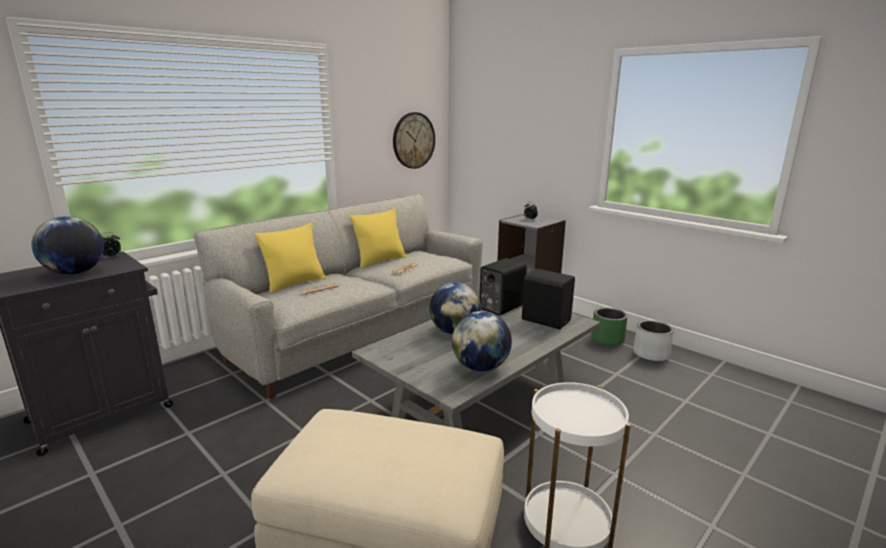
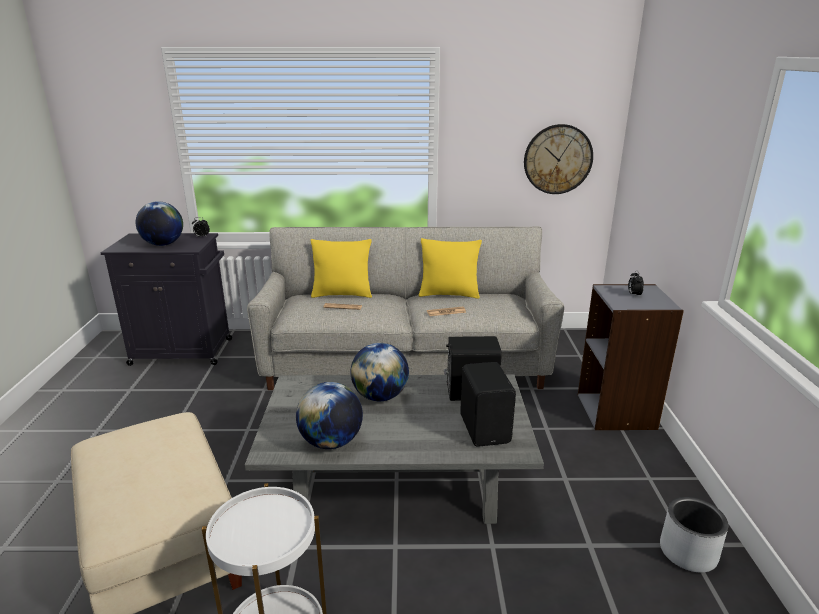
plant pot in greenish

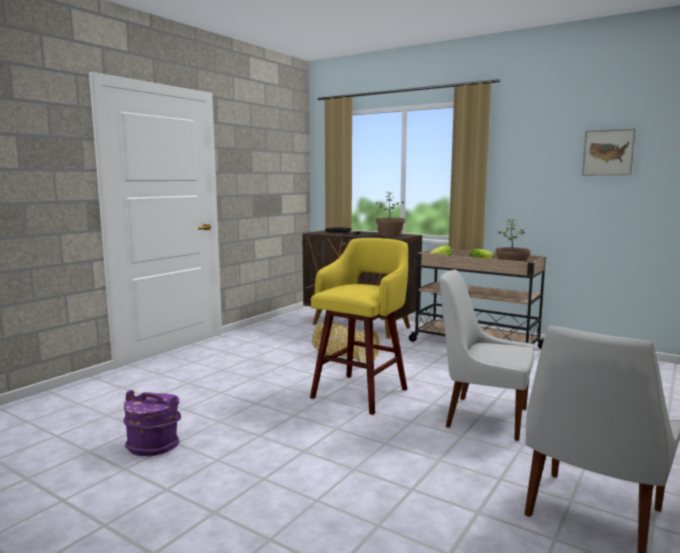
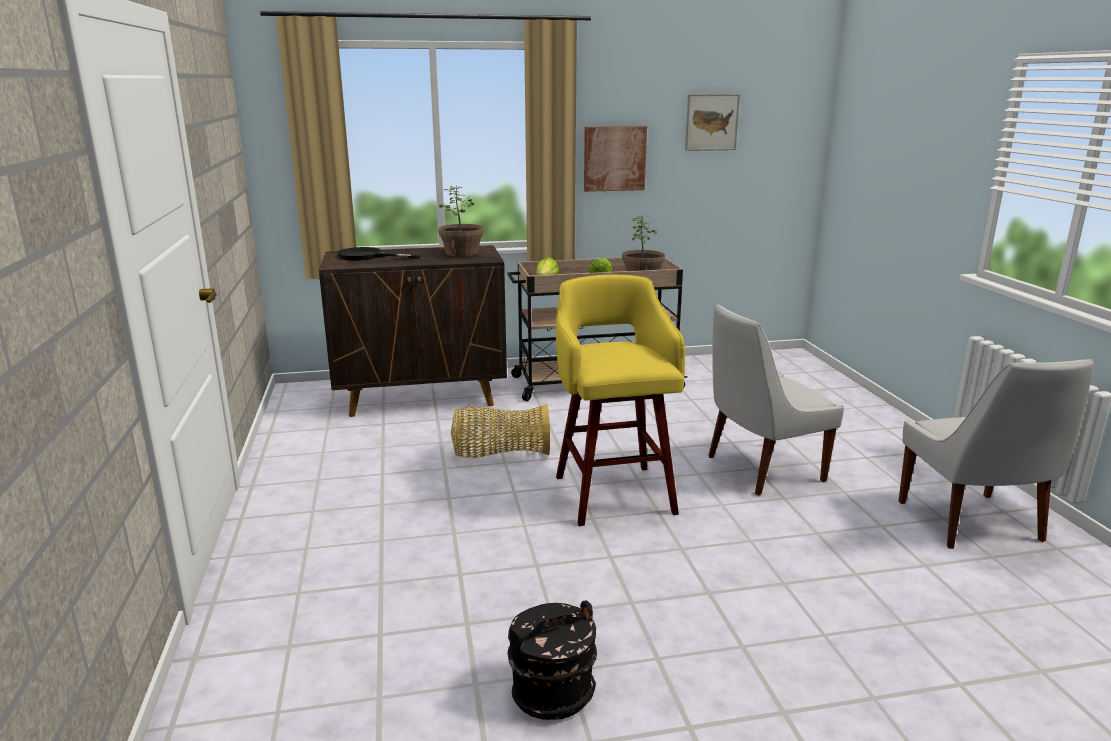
wall picture (1st from left)
bucket in blackish

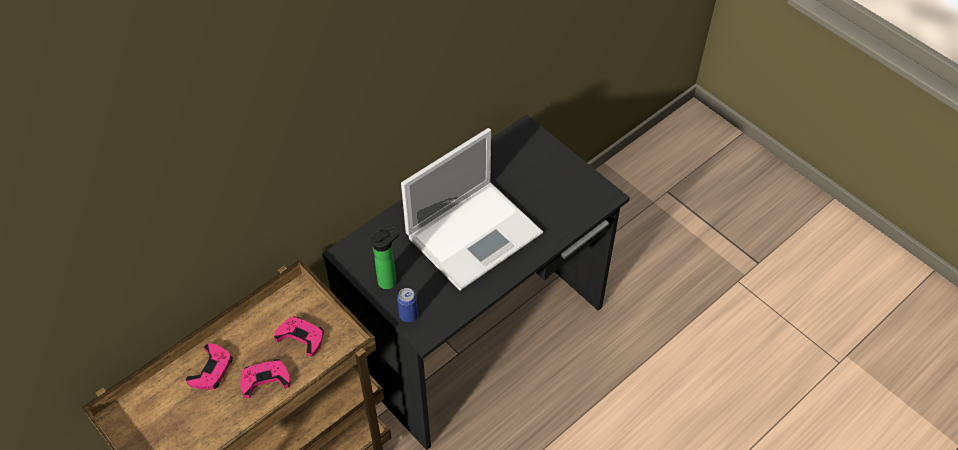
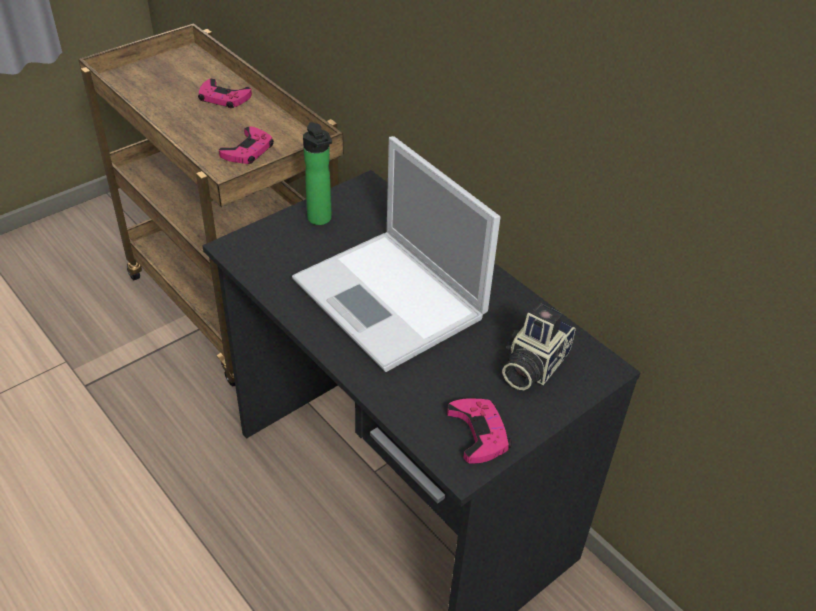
metal can
photo camera
joypad in pink-coloured (3rd from left)

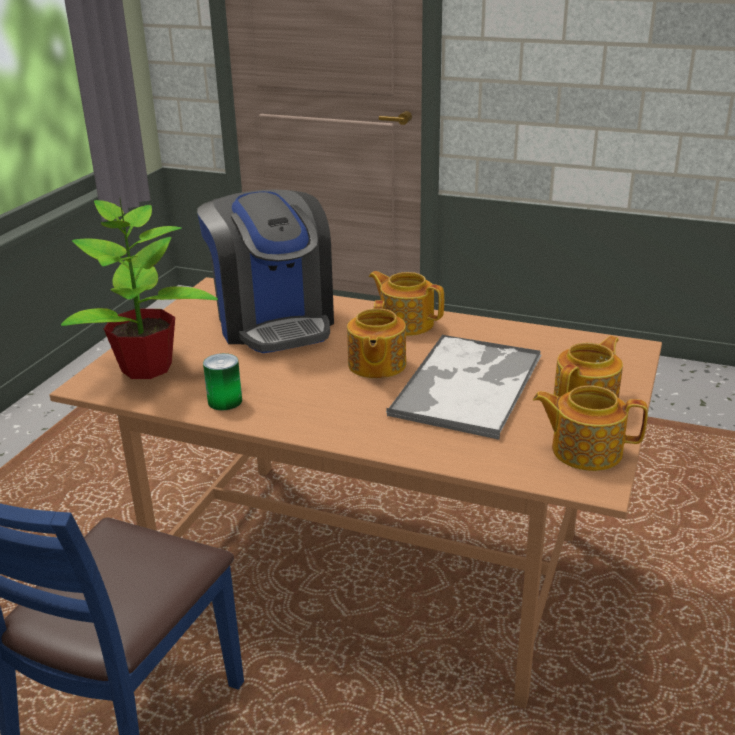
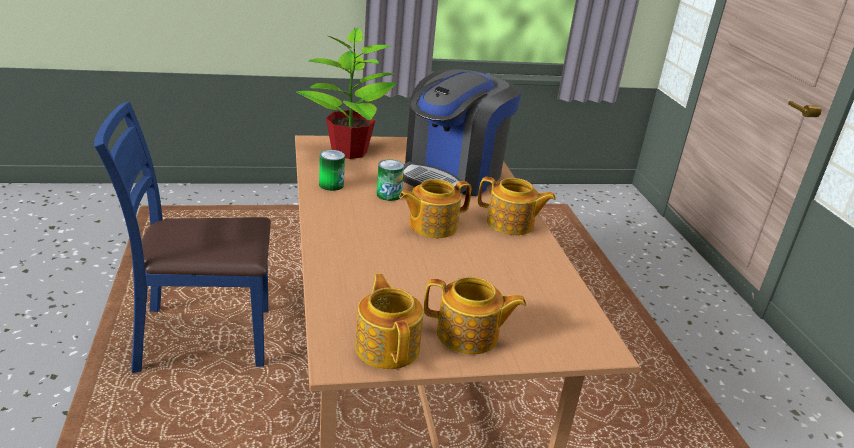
tray
metal can (2nd from left)
pot for tea (4th from left)

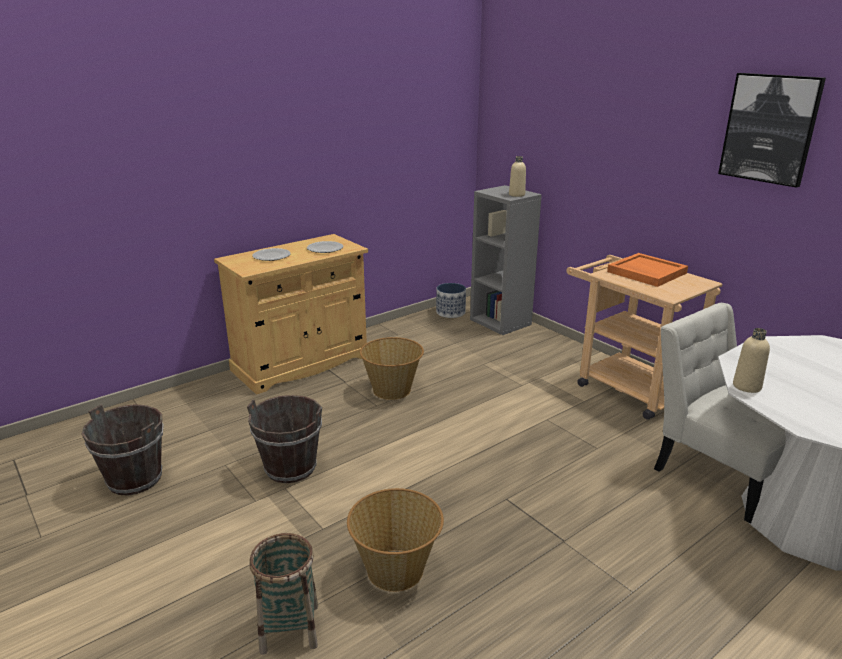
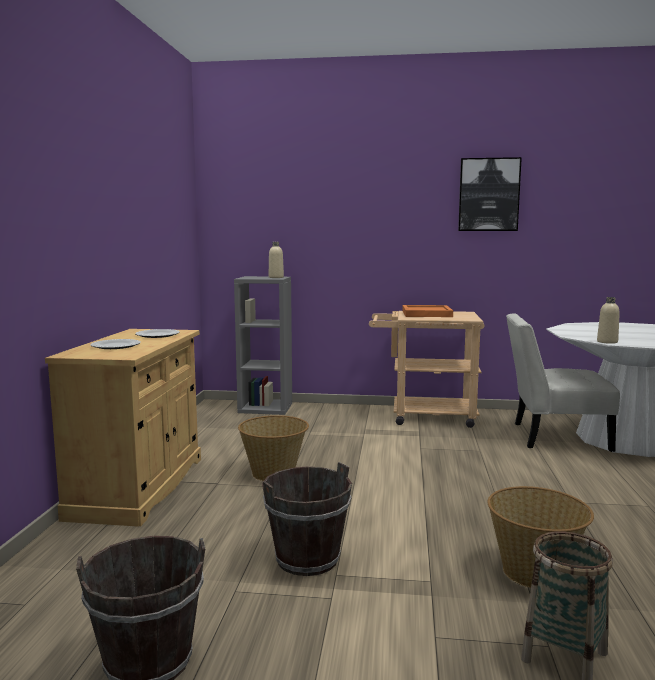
plant pot

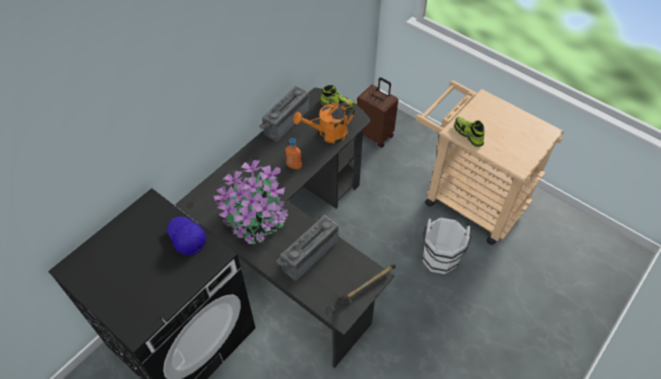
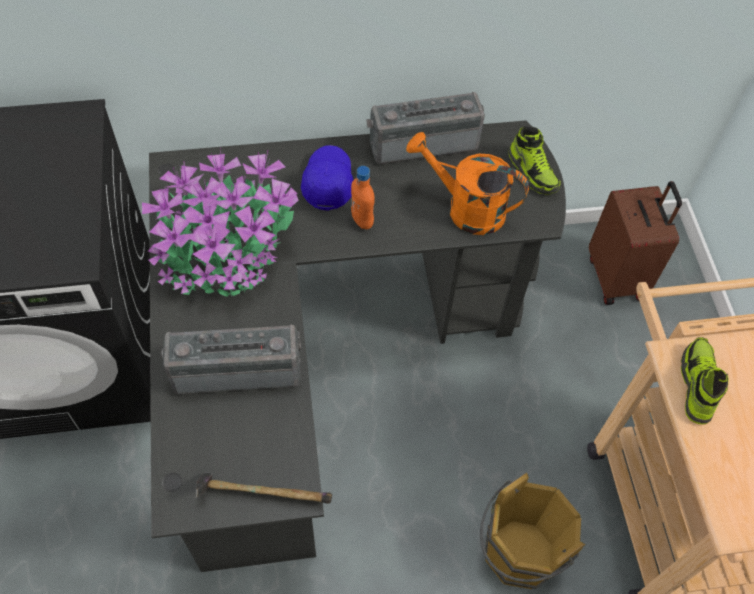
baseball cap in blue-coloured
bucket in brown

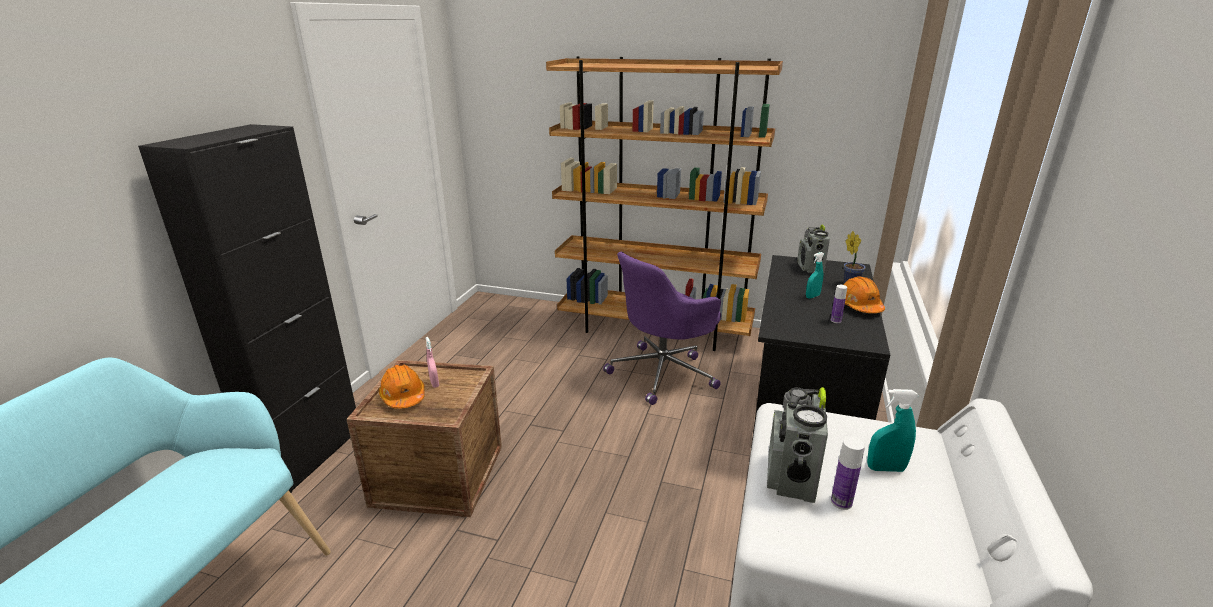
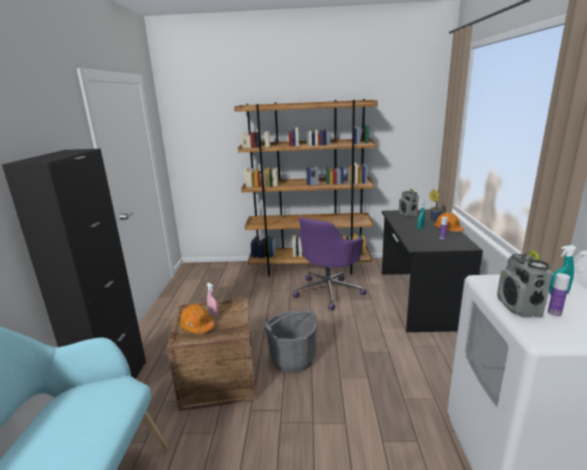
bucket in greyish

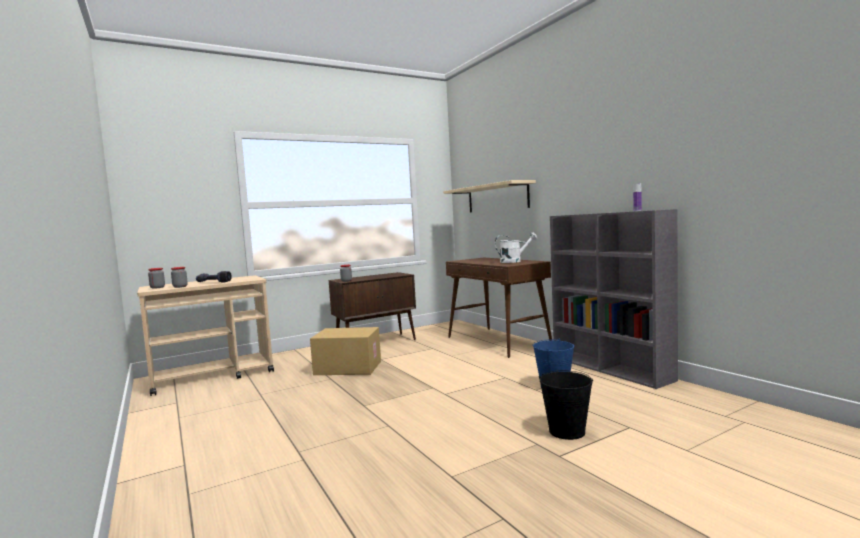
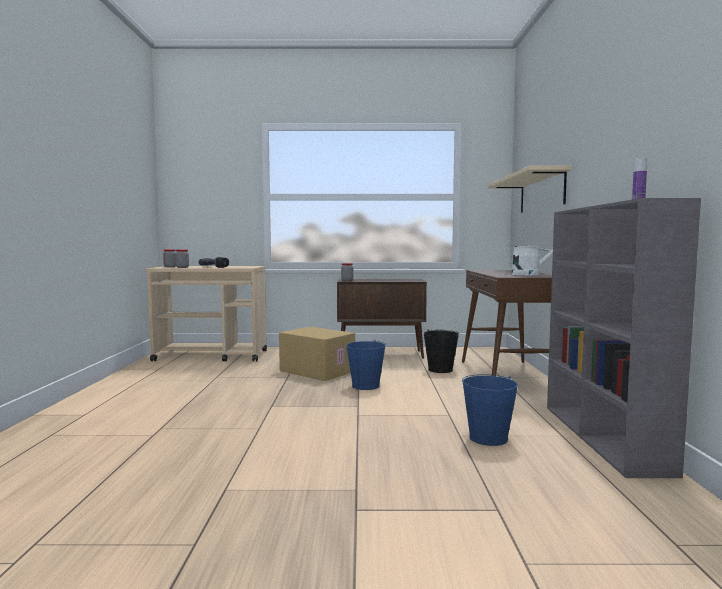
bucket in blue-coloured (1st from left)
bucket in blackish

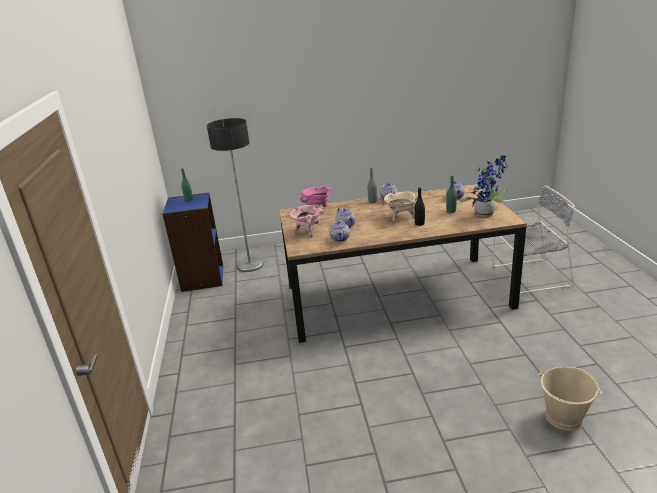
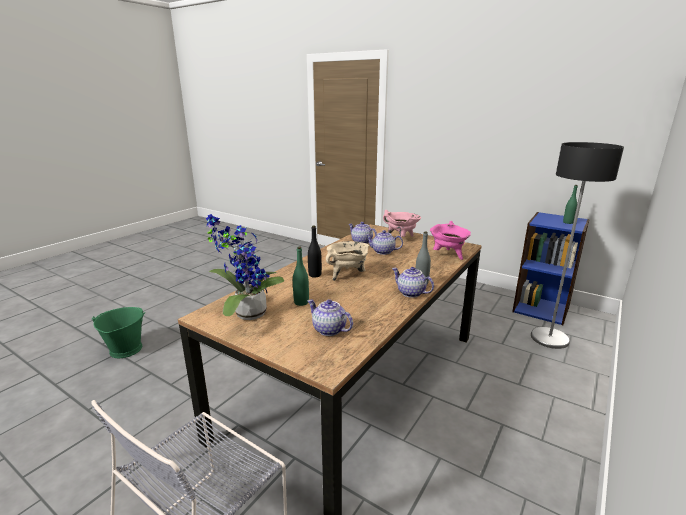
bucket in greenish

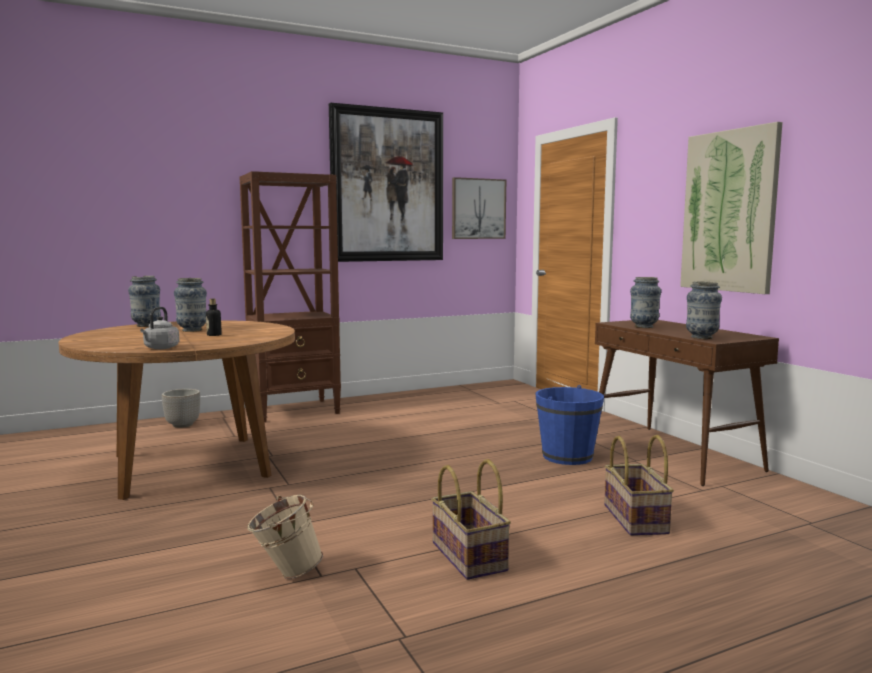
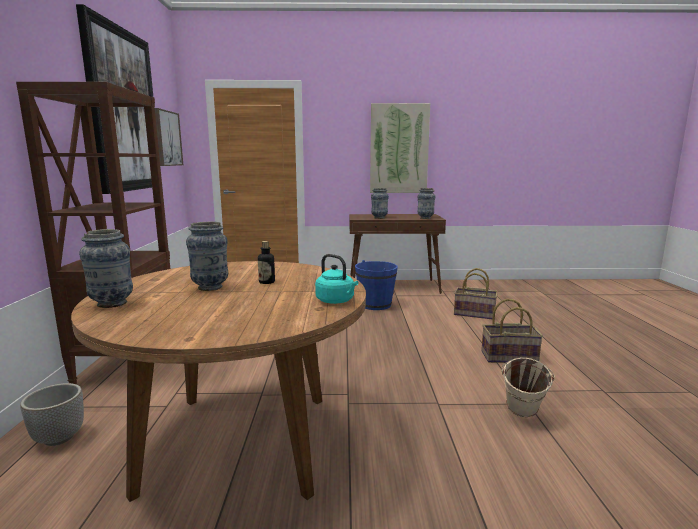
water kettle in turquoise-coloured

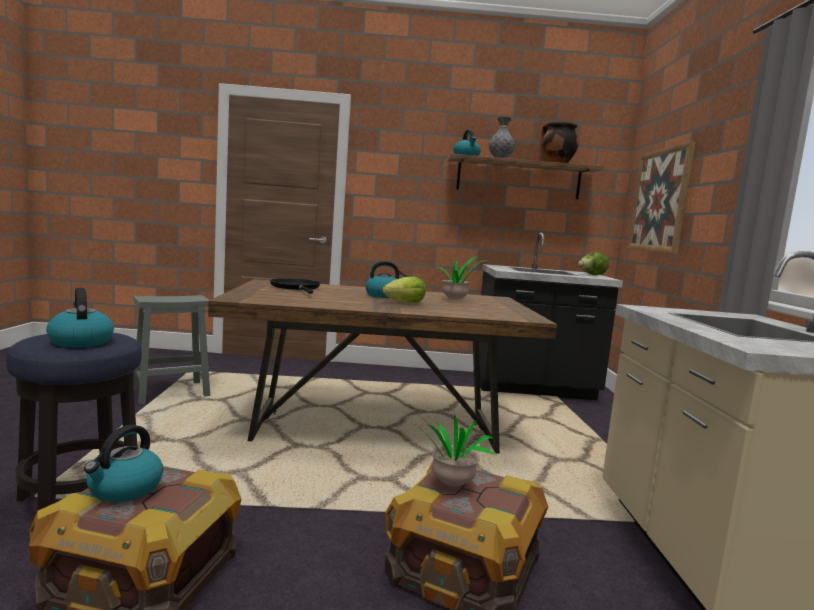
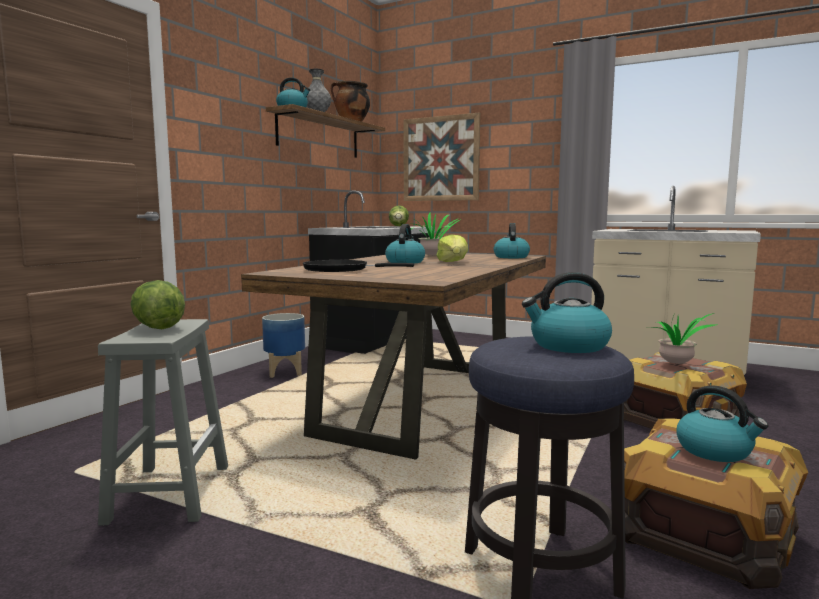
lettuce (1st from left)
plant pot
water kettle (3rd from left)

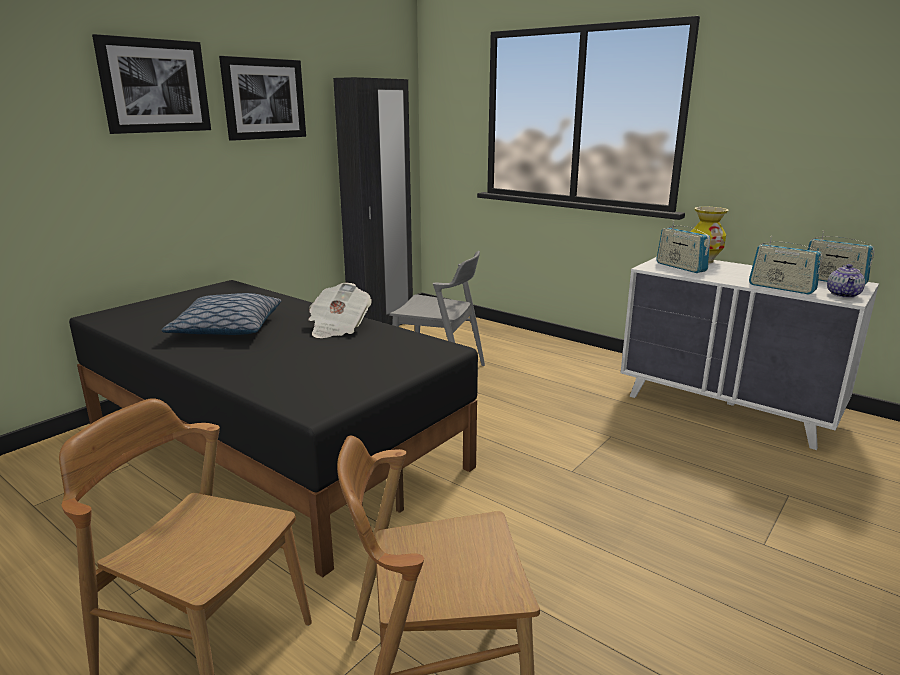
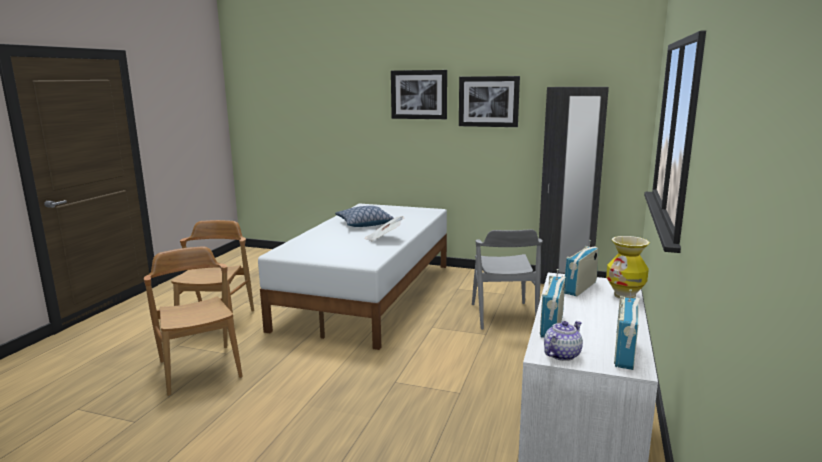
bed in white-coloured
pot for tea

